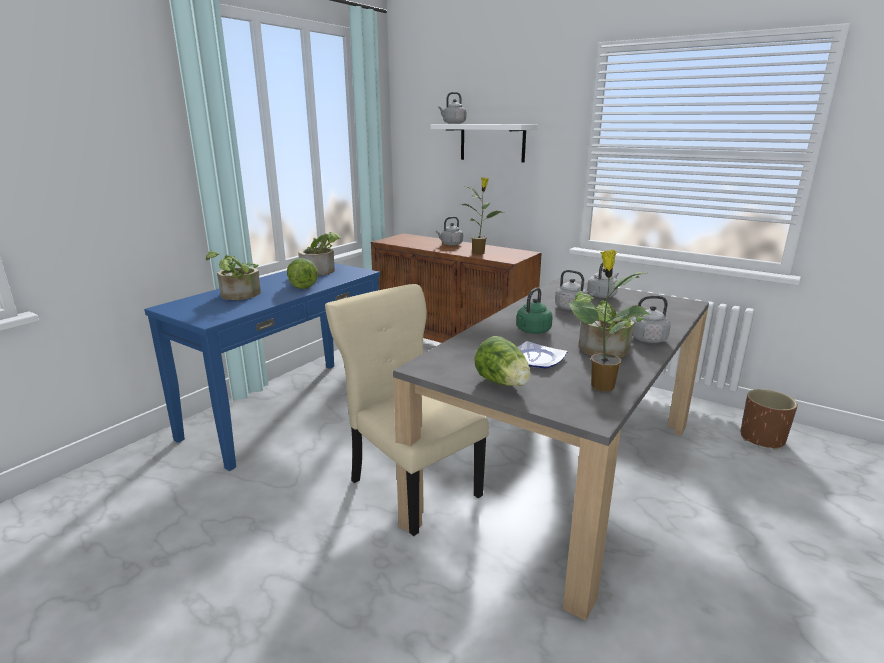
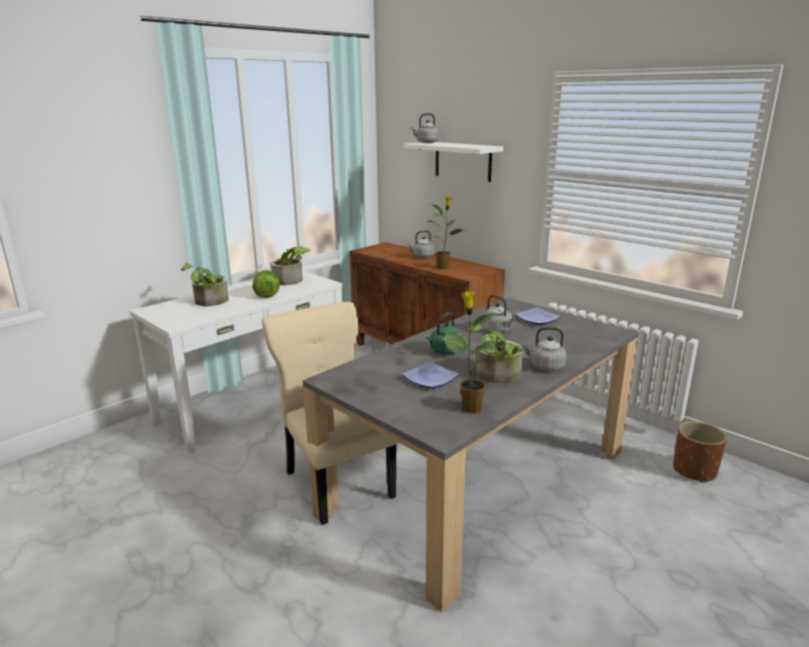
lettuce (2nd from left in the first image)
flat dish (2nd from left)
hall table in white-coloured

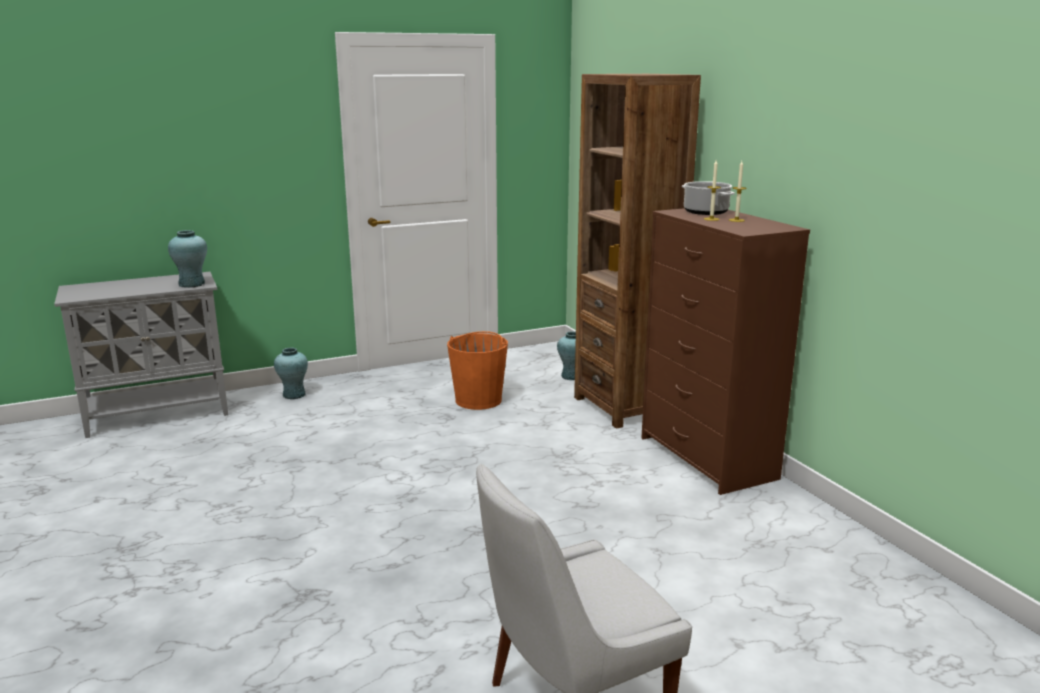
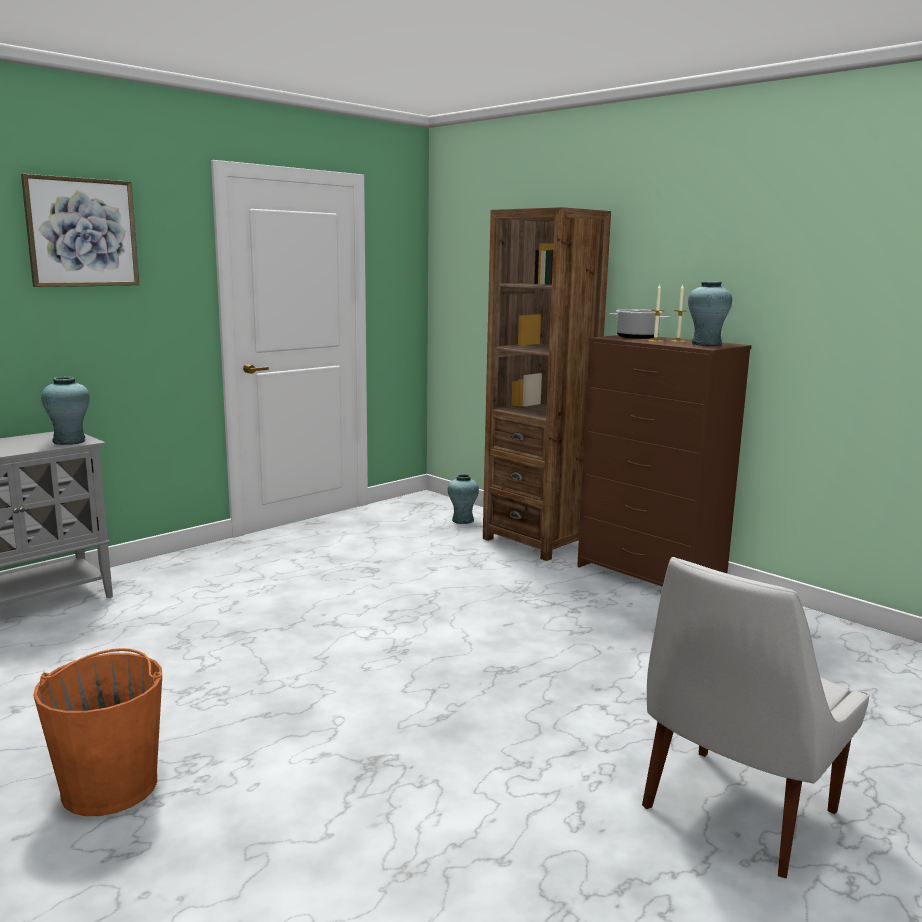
wall picture
decorative vase in turquoise-coloured (3rd from left)
bucket in orange

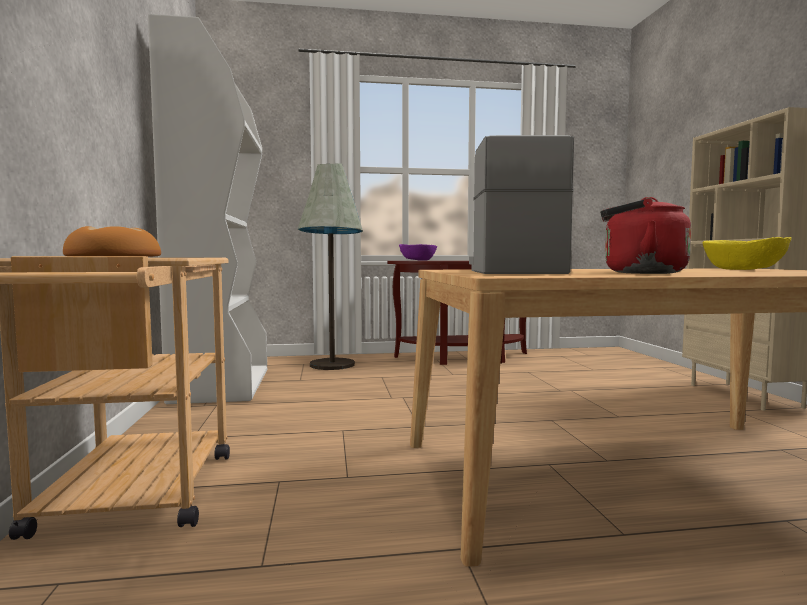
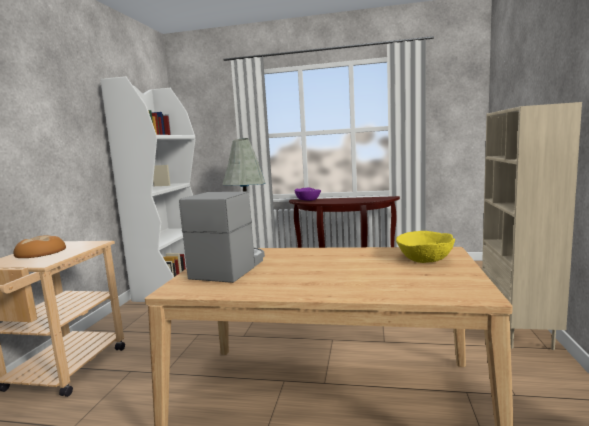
water kettle in reddish

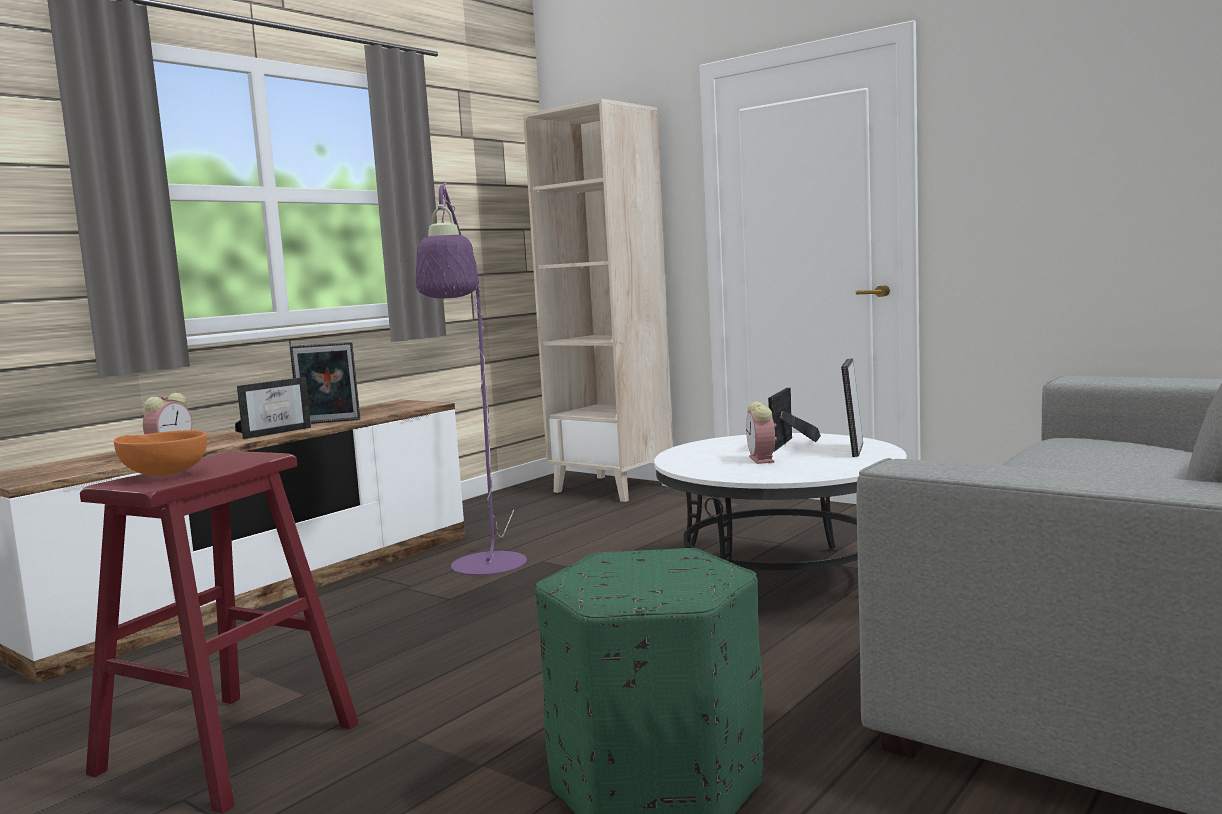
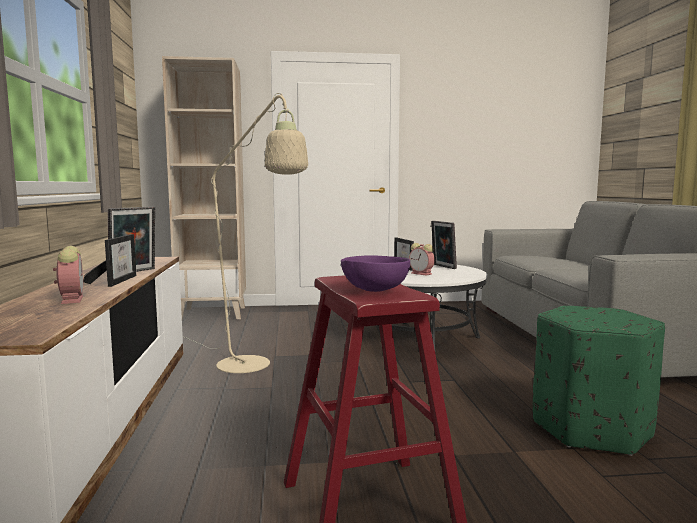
bowl in purple
standard lamp in beige

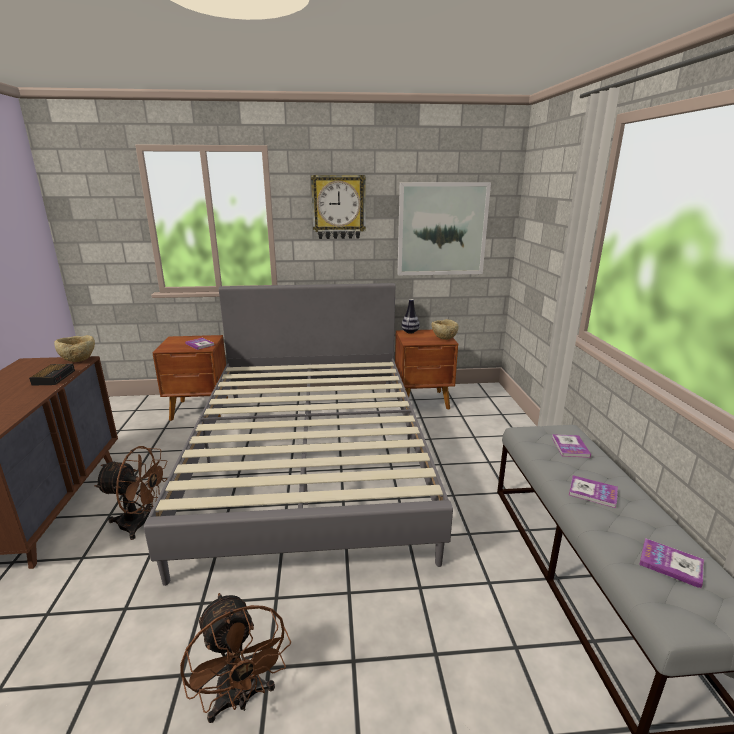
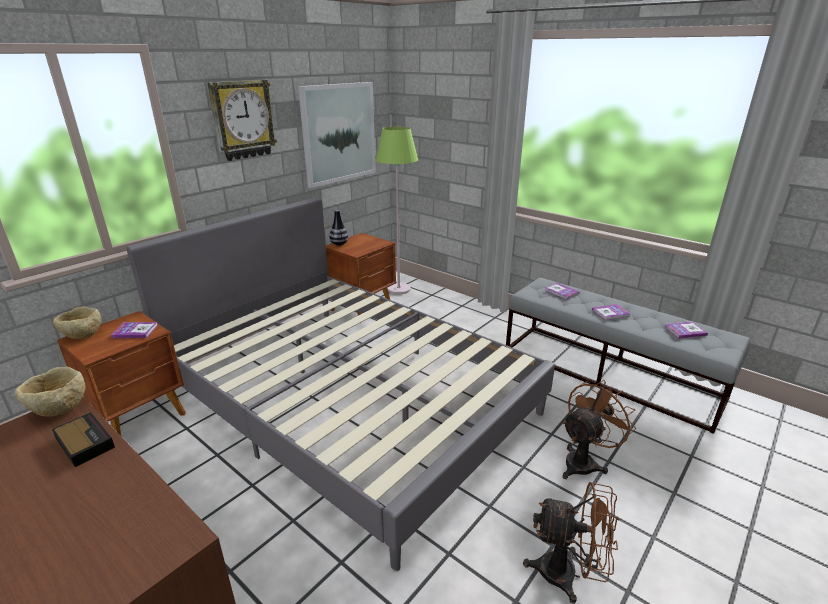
standard lamp in greenish
cooling fan in brown (2nd from left)
bowl in beige (2nd from left)

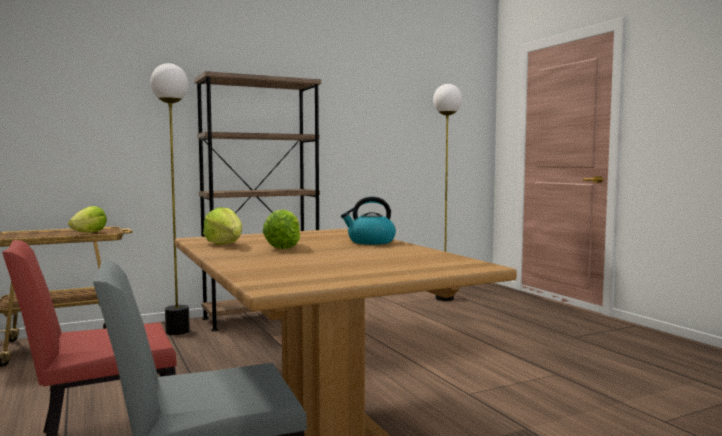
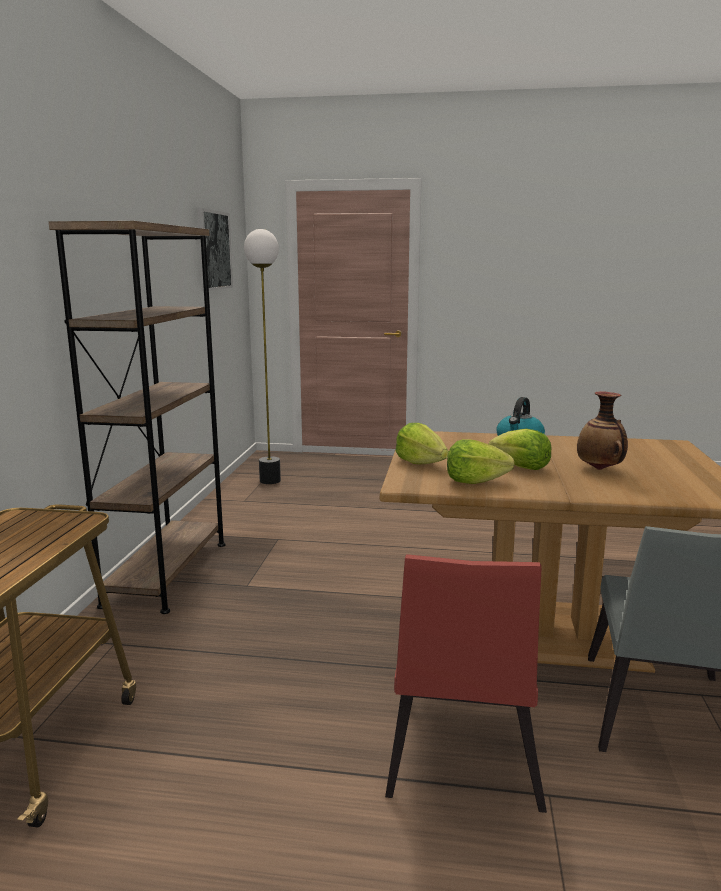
standard lamp (1st from left in the first image)
wall picture
decorative vase
lettuce (1st from left)

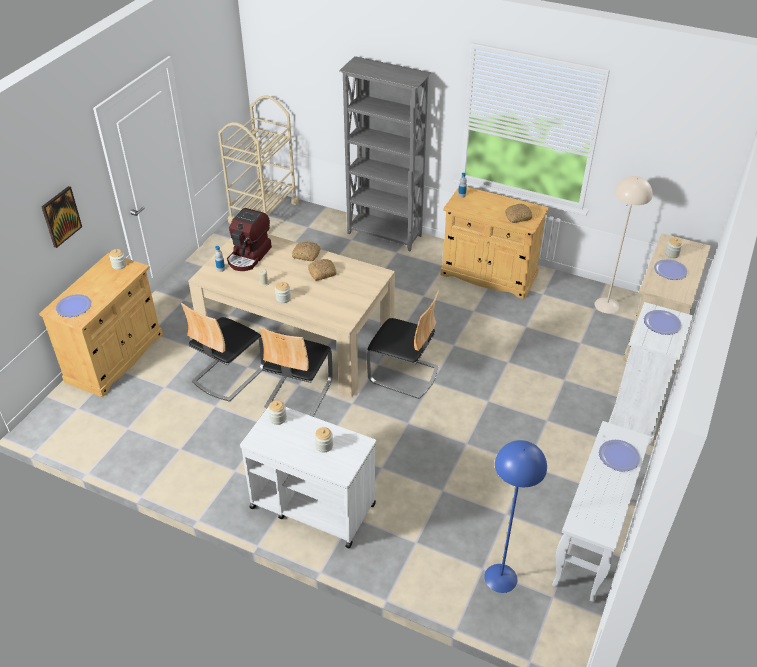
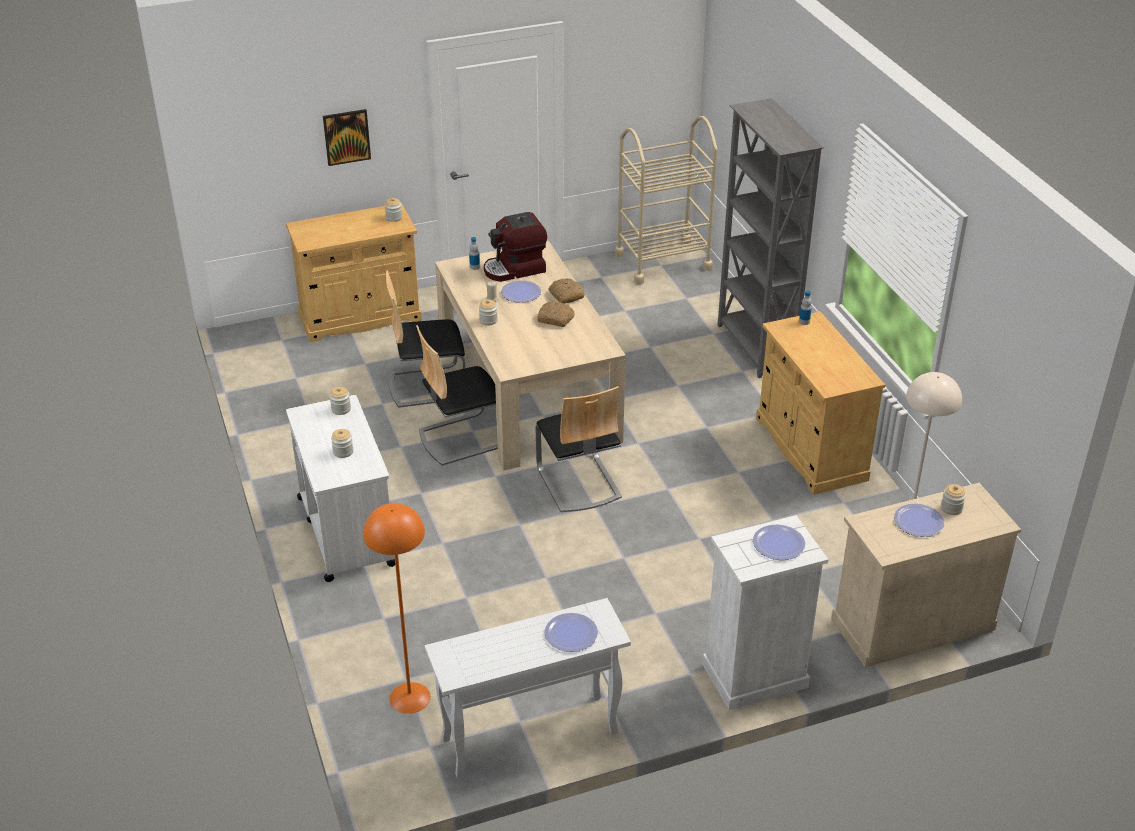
bread (3rd from left in the first image)
flat dish (1st from left)
standard lamp in orange

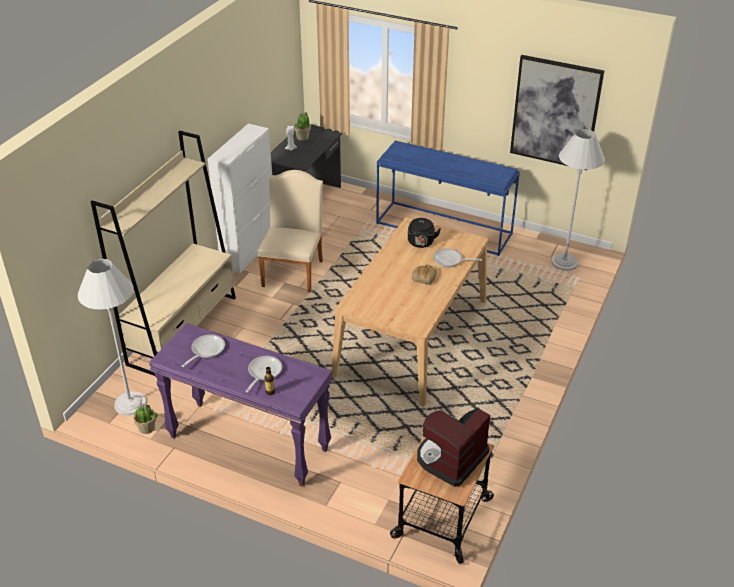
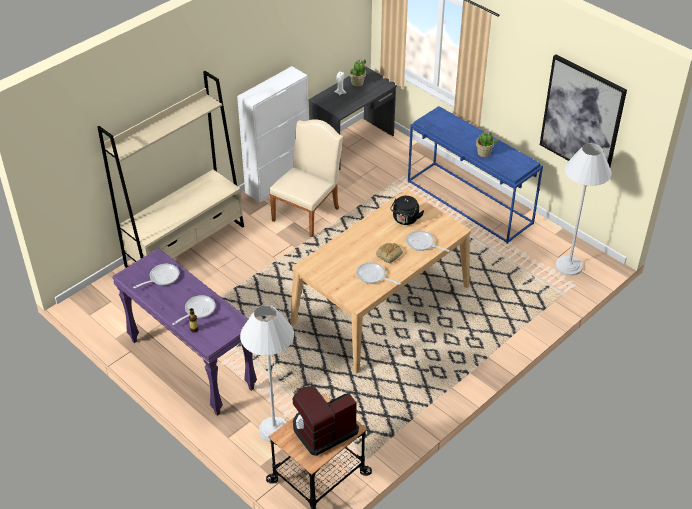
skillet (3rd from left)
standard lamp in white-coloured (1st from left)
houseplant (2nd from left)

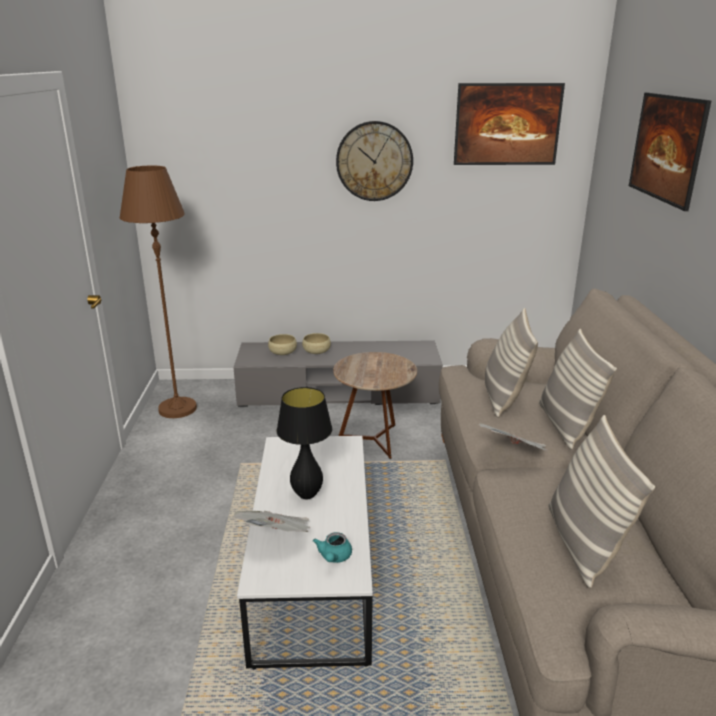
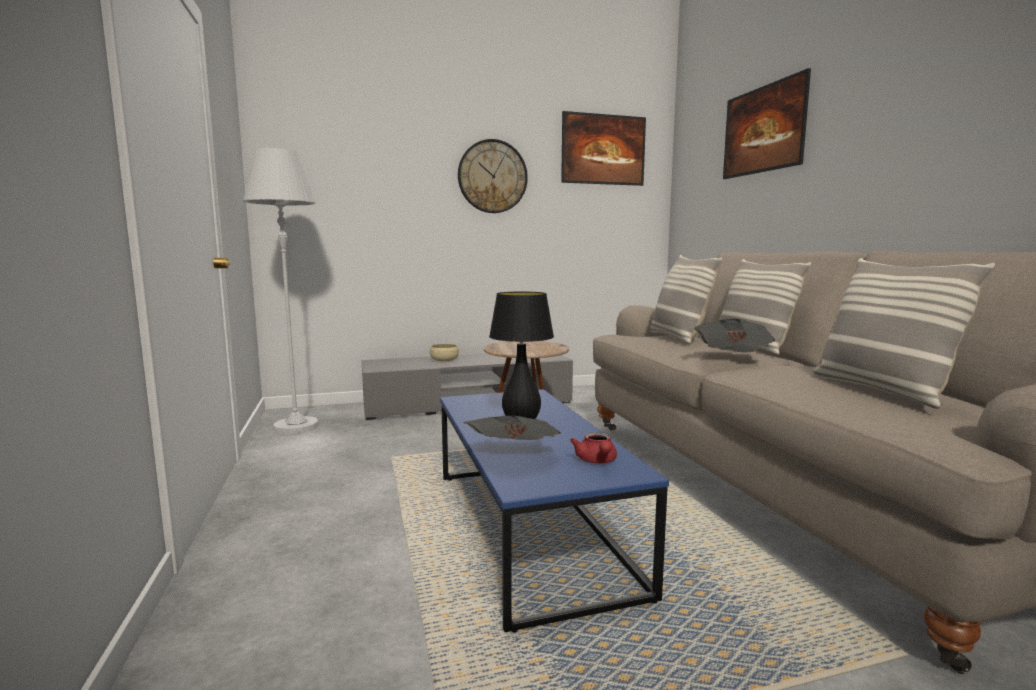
bowl in beige (1st from left in the first image)
standard lamp in white-coloured
lounge table in blue-coloured
pot for tea in reddish

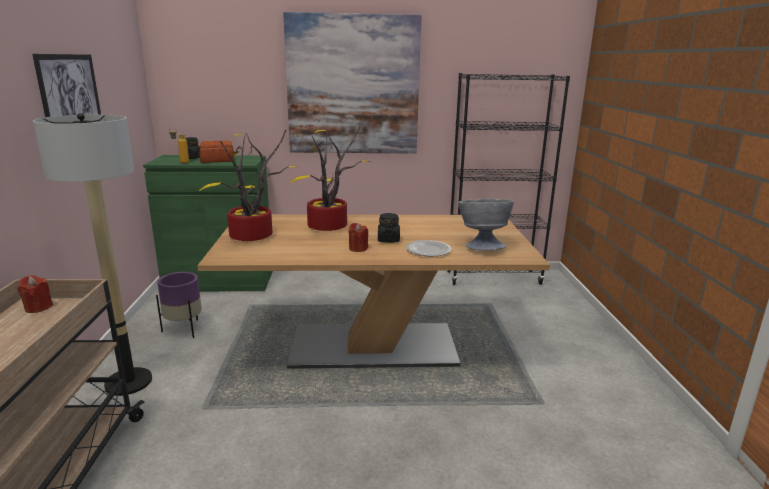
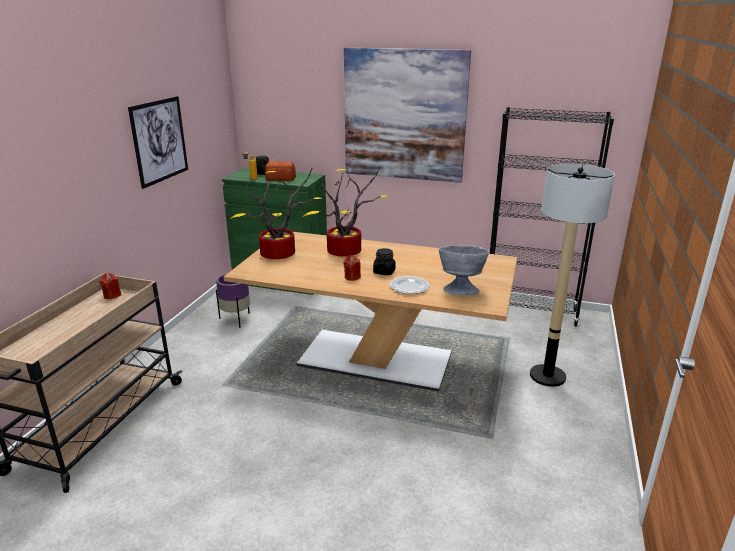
standard lamp

